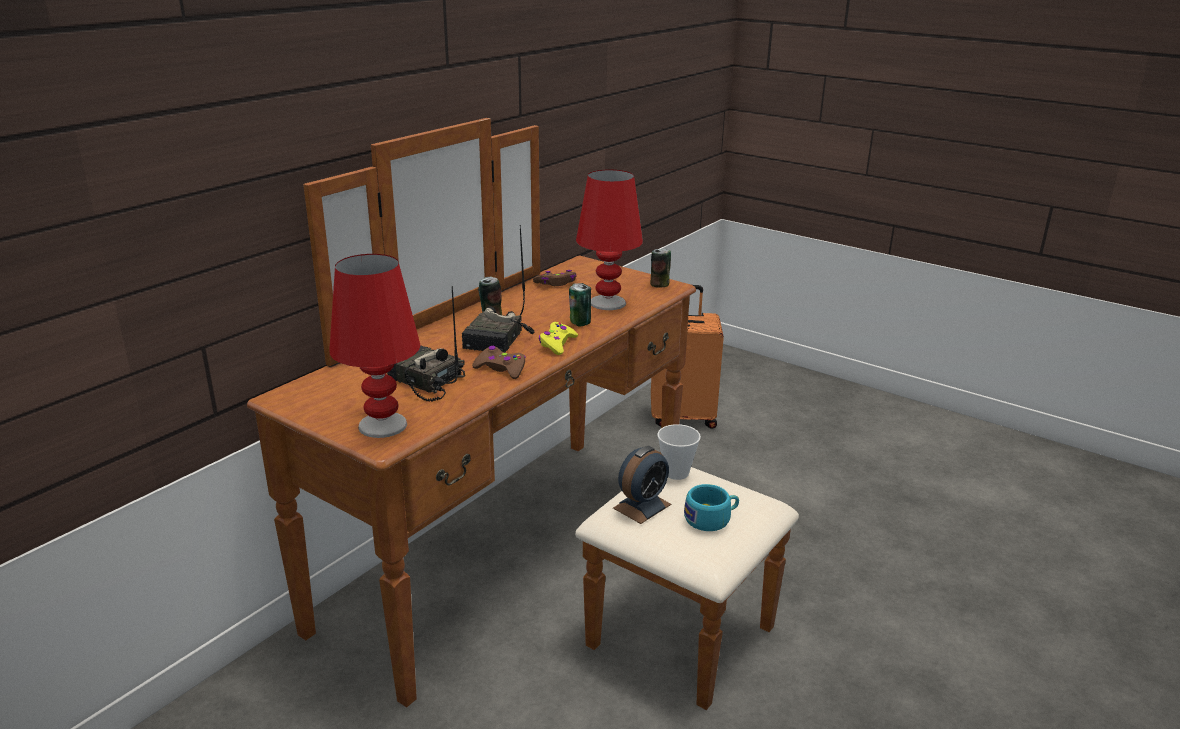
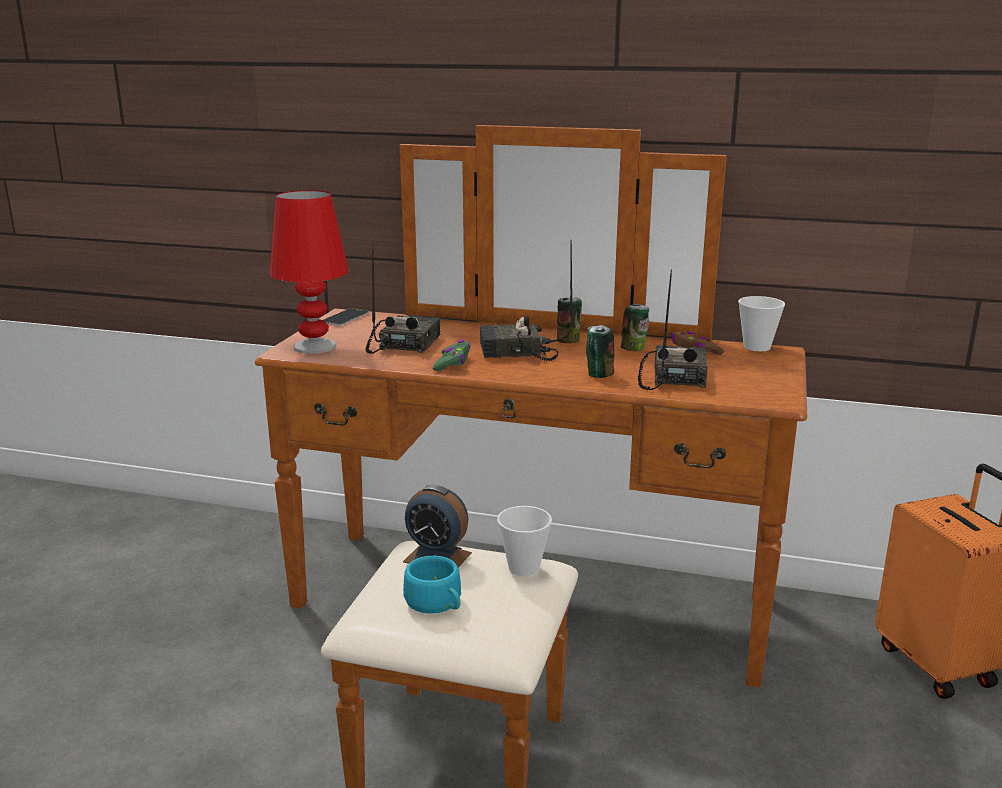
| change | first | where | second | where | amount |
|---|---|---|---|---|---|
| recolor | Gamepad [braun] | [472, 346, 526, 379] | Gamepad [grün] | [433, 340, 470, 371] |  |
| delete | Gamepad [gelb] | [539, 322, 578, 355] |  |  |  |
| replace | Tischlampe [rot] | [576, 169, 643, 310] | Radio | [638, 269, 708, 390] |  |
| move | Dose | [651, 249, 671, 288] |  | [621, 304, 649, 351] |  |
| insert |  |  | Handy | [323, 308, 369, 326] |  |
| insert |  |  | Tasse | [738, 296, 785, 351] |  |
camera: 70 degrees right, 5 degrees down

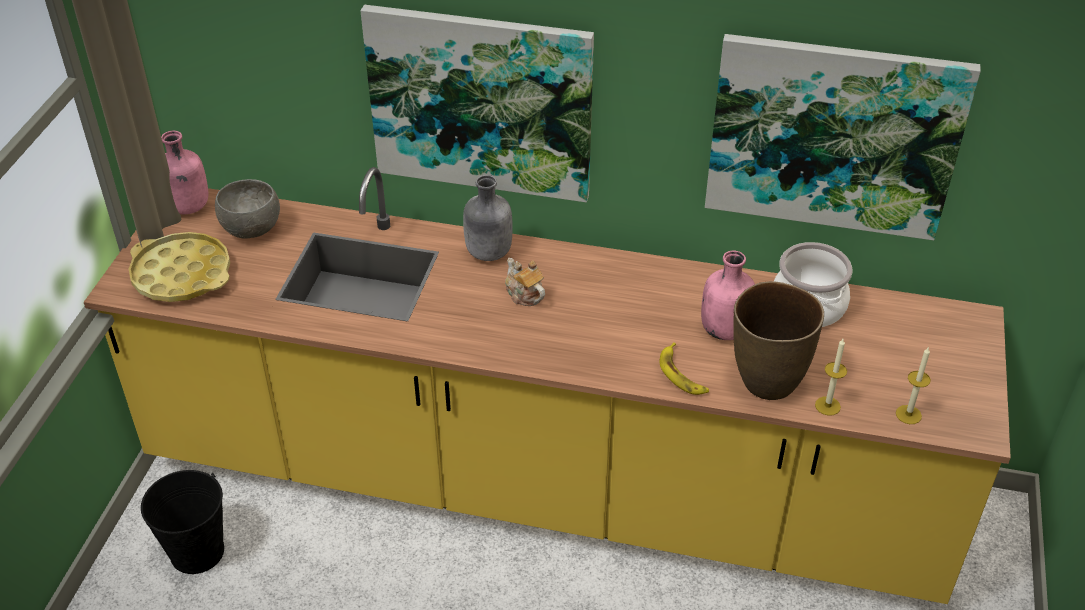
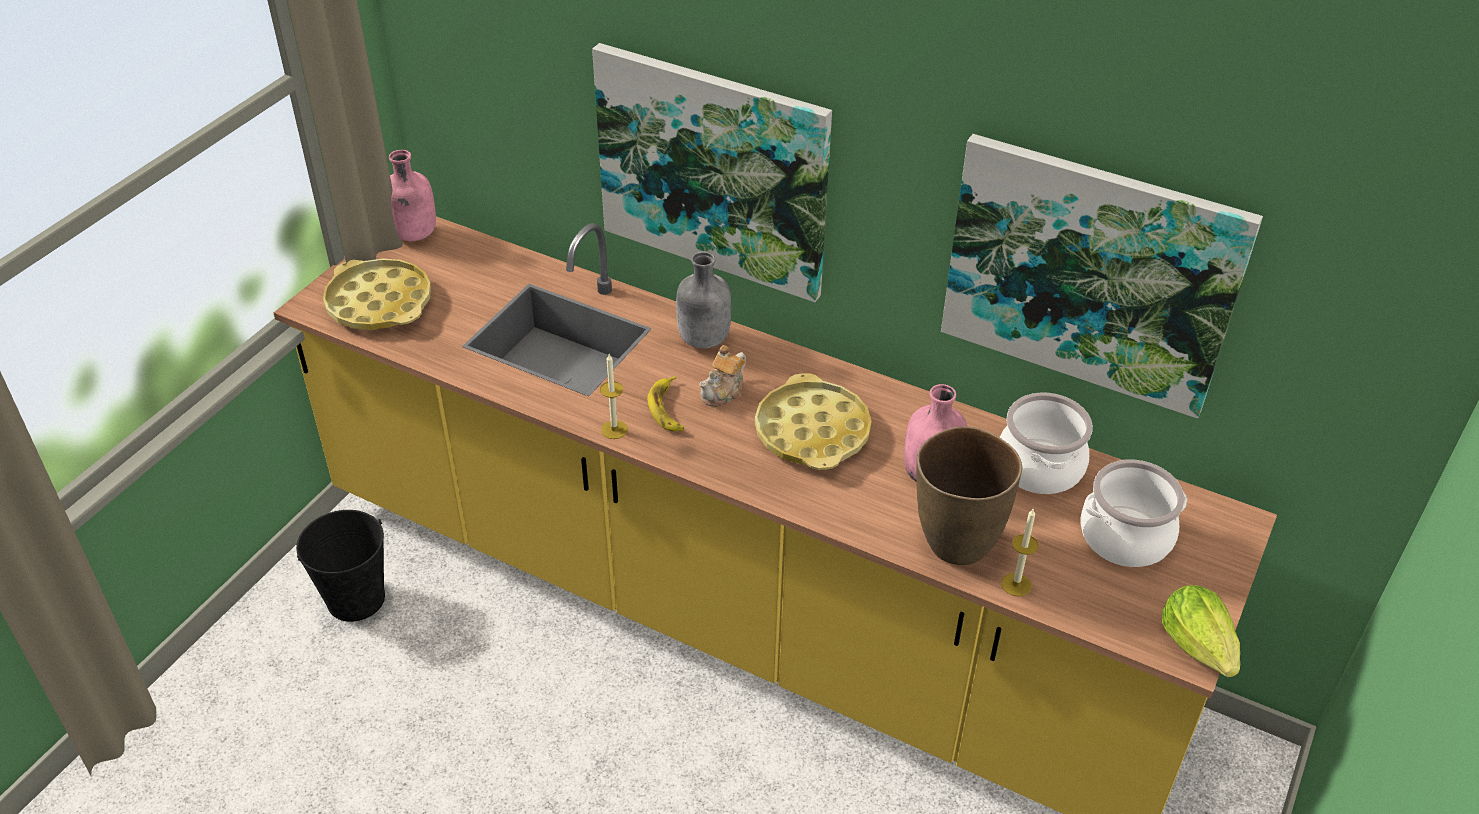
| change | first | where | second | where | amount |
|---|---|---|---|---|---|
| delete | Schüssel [grau] | [215, 179, 280, 239] |  |  |  |
| rotate | Teekanne | [505, 258, 545, 306] |  | [699, 345, 746, 407] | 120 degrees counterclockwise |
| move | Banane | [660, 342, 709, 395] |  | [647, 376, 684, 431] |  |
| move | Kerze | [896, 348, 931, 424] |  | [600, 354, 628, 439] |  |
| insert |  |  | Tablett [gelb] | [755, 373, 872, 470] |  |
| insert |  |  | Kochtopf | [1081, 460, 1187, 567] |  |
| insert |  |  | Salatkopf | [1162, 585, 1240, 677] |  |
camera: 15 degrees right, 0 degrees up

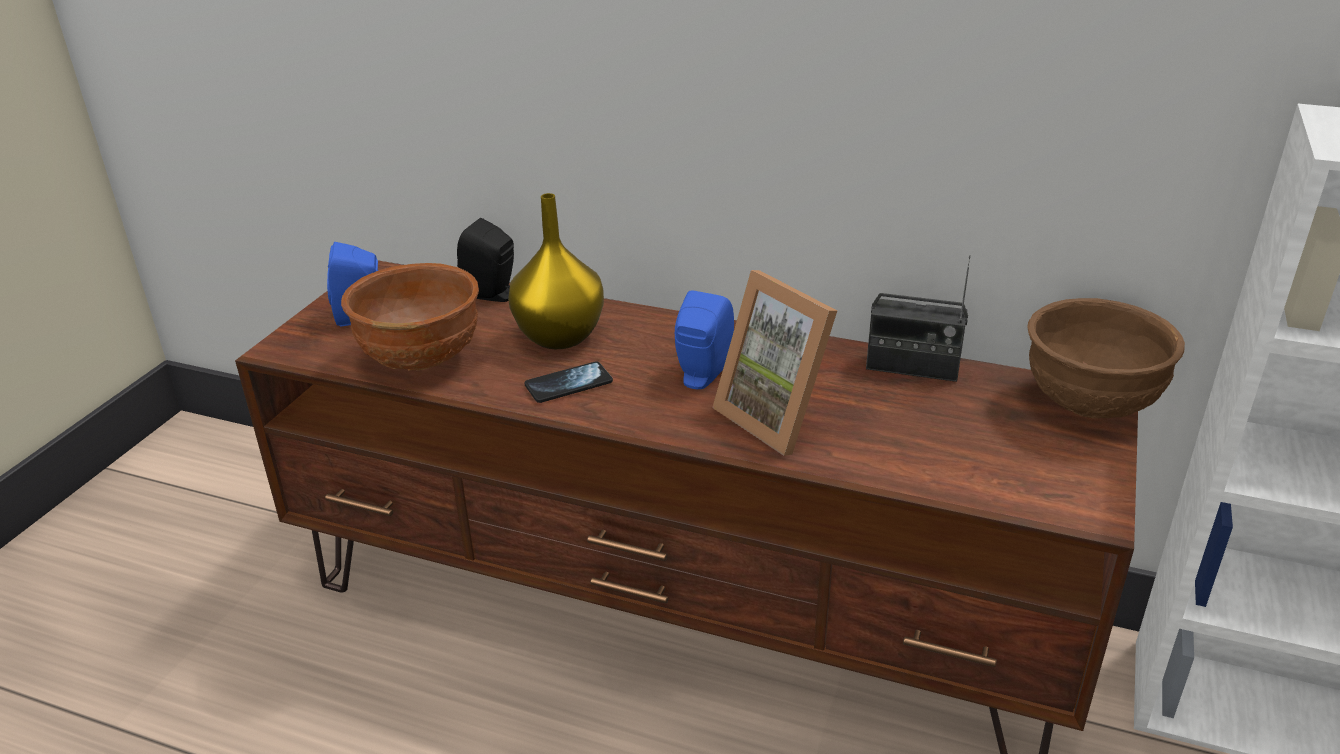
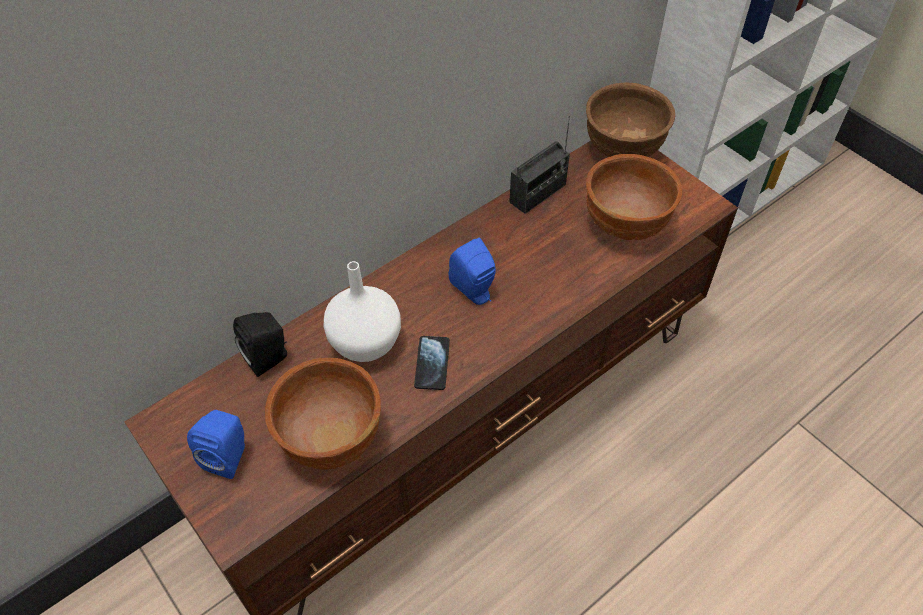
| change | first | where | second | where | amount |
|---|---|---|---|---|---|
| recolor | Vase [gelb] | [508, 193, 604, 349] | Vase [weiß] | [323, 261, 401, 362] |  |
| delete | Bilderrahmen | [712, 270, 837, 456] |  |  |  |
| insert |  |  | Schüssel [braun] | [586, 154, 682, 240] |  |
camera: 60 degrees left, 20 degrees up

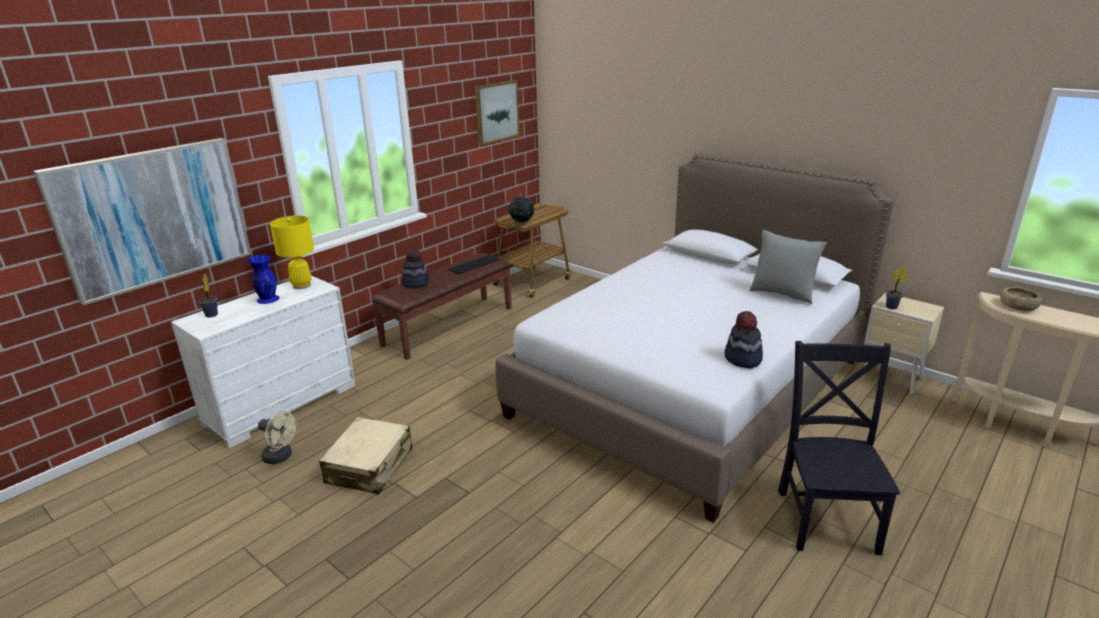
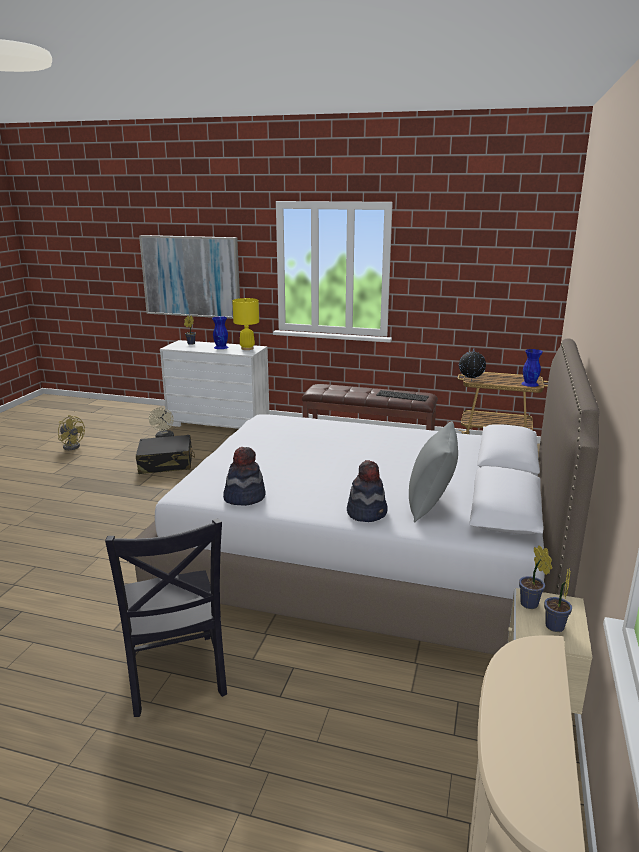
| change | first | where | second | where | amount |
|---|---|---|---|---|---|
| recolor | Koffer [beige] | [319, 417, 413, 494] | Koffer [schwarz] | [136, 435, 195, 474] |  |
| move | Hut | [402, 249, 429, 288] |  | [347, 460, 388, 522] |  |
| delete | Bild | [475, 80, 520, 145] |  |  |  |
| rotate | Stuhl [schwarz] | [778, 341, 900, 555] |  | [105, 519, 227, 717] | 90 degrees clockwise |
| delete | Schüssel [beige] | [1000, 287, 1042, 311] |  |  |  |
| insert |  |  | Ventilator [gelb] | [58, 415, 85, 450] |  |
| insert |  |  | Vase [blau] | [521, 349, 543, 387] |  |
| insert |  |  | Topfpflanze | [544, 569, 572, 632] |  |
camera: 65 degrees right, 5 degrees down

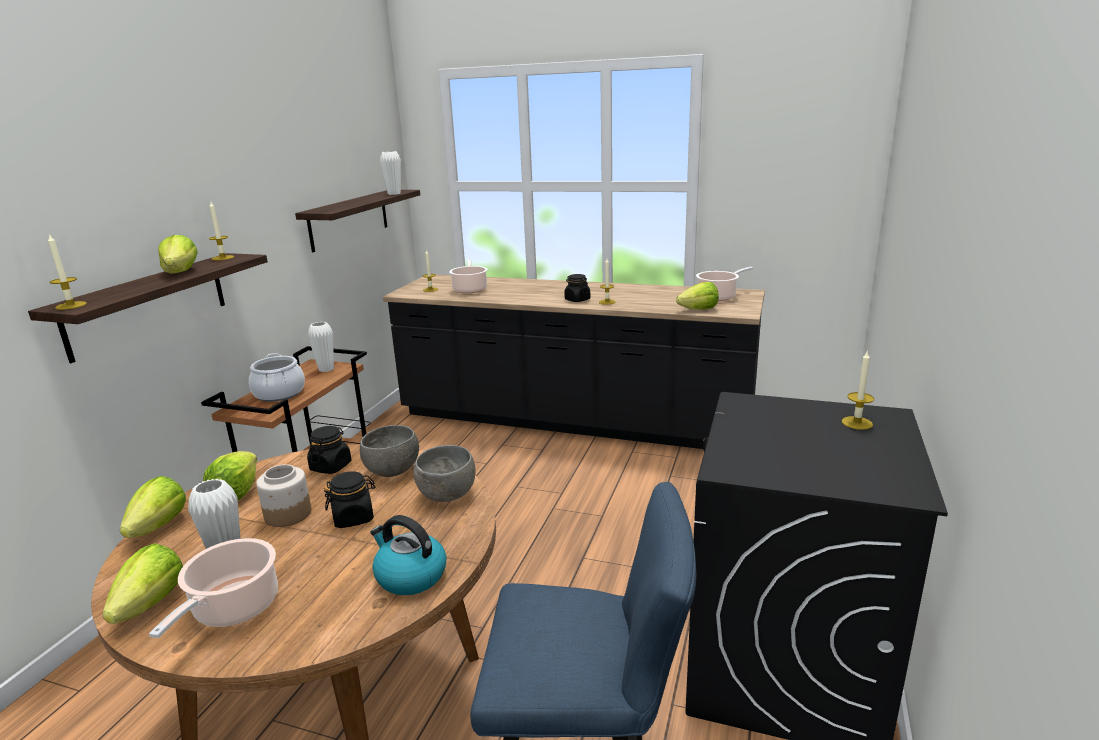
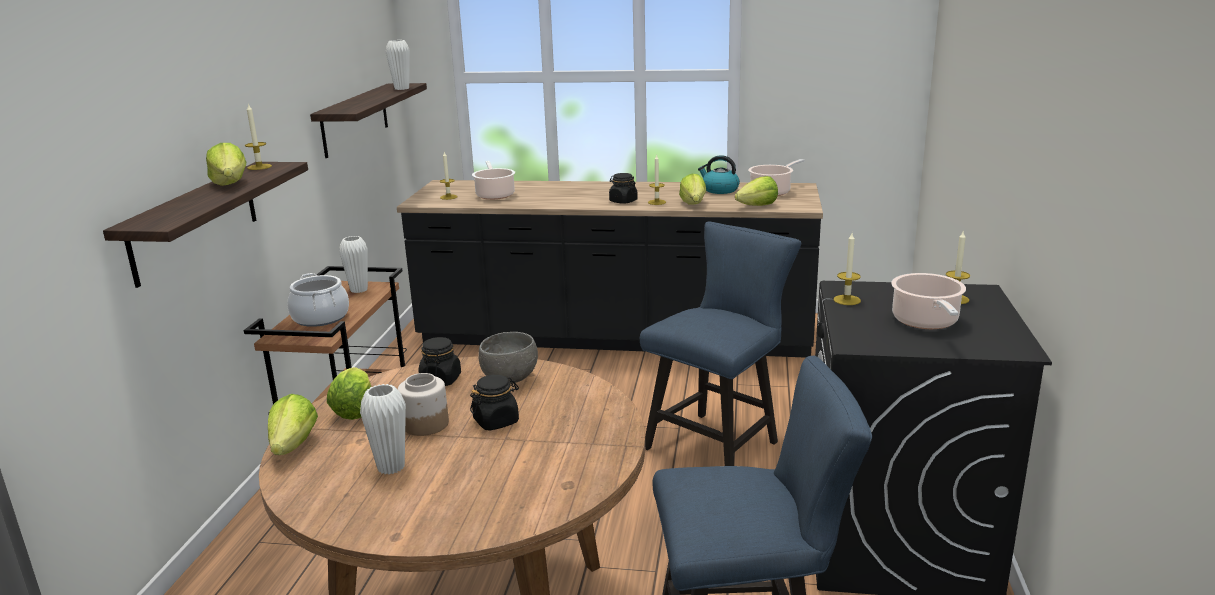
| change | first | where | second | where | amount |
|---|---|---|---|---|---|
| move | Kerze | [48, 234, 87, 310] |  | [834, 233, 861, 305] |  |
| move | Salatkopf | [103, 543, 183, 624] |  | [679, 174, 706, 204] |  |
| move | Kochtopf | [149, 538, 278, 638] |  | [891, 273, 966, 329] |  |
| move | Wasserkessel | [371, 515, 446, 595] |  | [698, 155, 740, 194] |  |
| delete | Schüssel [grau] | [413, 445, 476, 502] |  |  |  |
| insert |  |  | Stuhl [blau] | [640, 221, 801, 466] |  |
camera: 10 degrees left, 0 degrees up

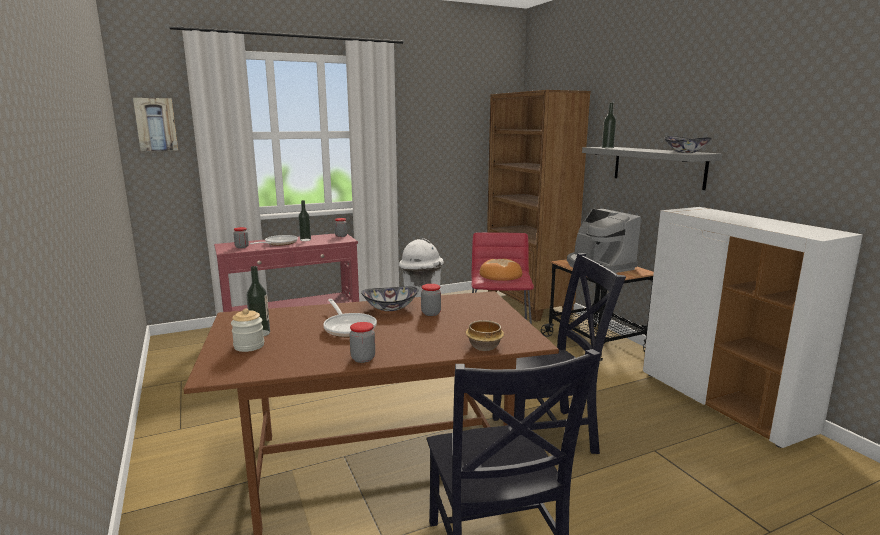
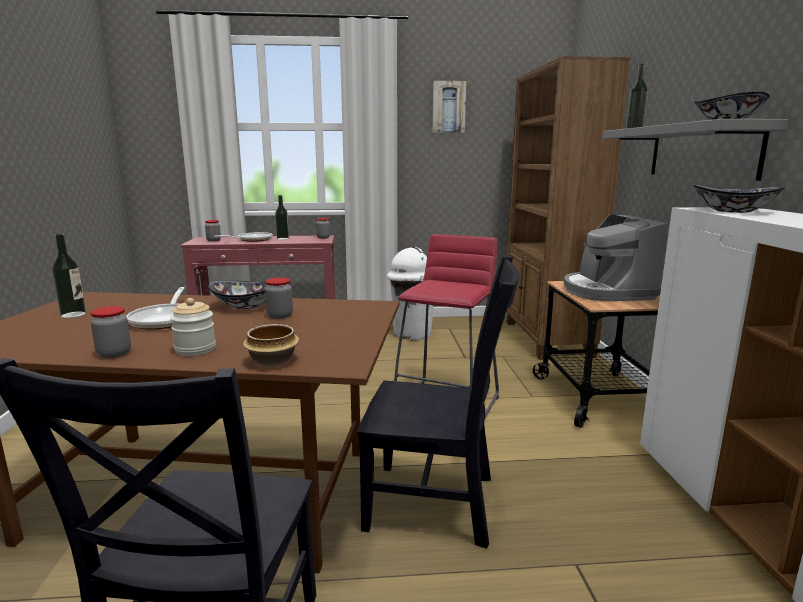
| change | first | where | second | where | amount |
|---|---|---|---|---|---|
| move | Bild | [133, 98, 178, 151] |  | [433, 81, 466, 133] |  |
| move | Vorratsglas | [231, 308, 264, 352] |  | [170, 298, 216, 356] |  |
| delete | Brot | [479, 259, 522, 281] |  |  |  |
| insert |  |  | Schüssel | [693, 184, 785, 213] |  |
camera: 20 degrees right, 0 degrees up

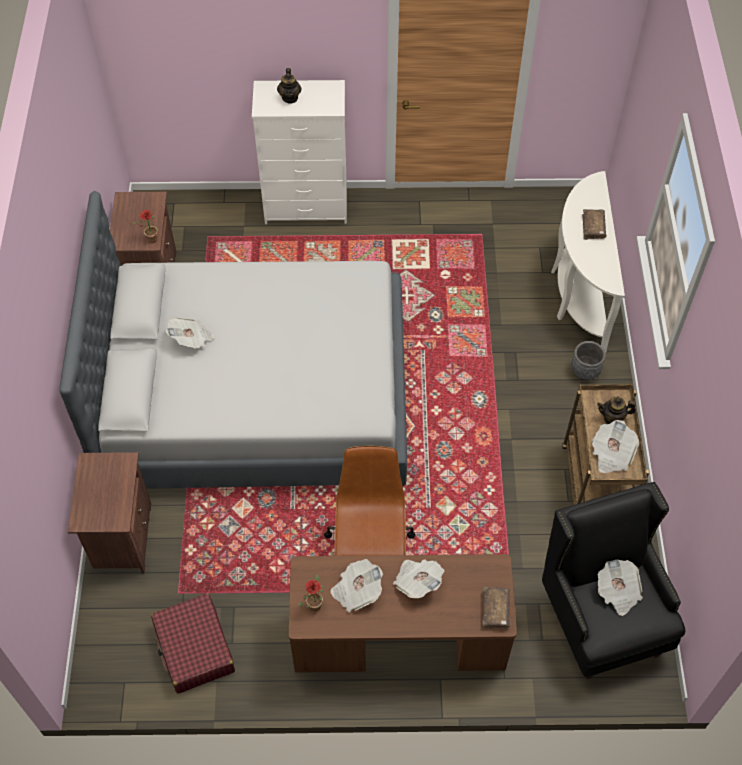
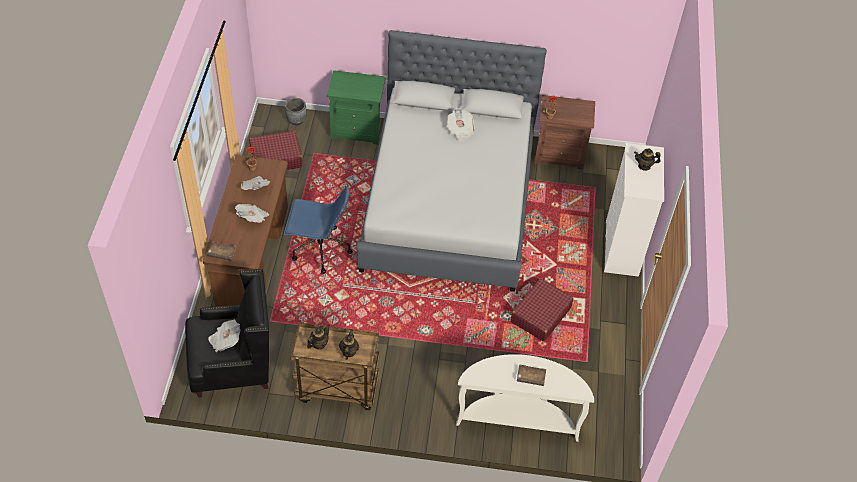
| change | first | where | second | where | amount |
|---|---|---|---|---|---|
| recolor | Nachttisch [braun] | [68, 452, 151, 573] | Nachttisch [grün] | [327, 70, 386, 145] |  |
| recolor | Bürostuhl [braun] | [324, 446, 416, 556] | Bürostuhl [blau] | [284, 186, 353, 274] |  |
| move | Pflanzkübel [grau] | [571, 341, 606, 380] |  | [285, 98, 307, 125] |  |
| replace | Zeitung | [592, 420, 639, 473] | Teekanne | [307, 325, 330, 349] |  |
| insert |  |  | Koffer [rot] | [511, 278, 574, 342] |  |
camera: 95 degrees right, 5 degrees down

